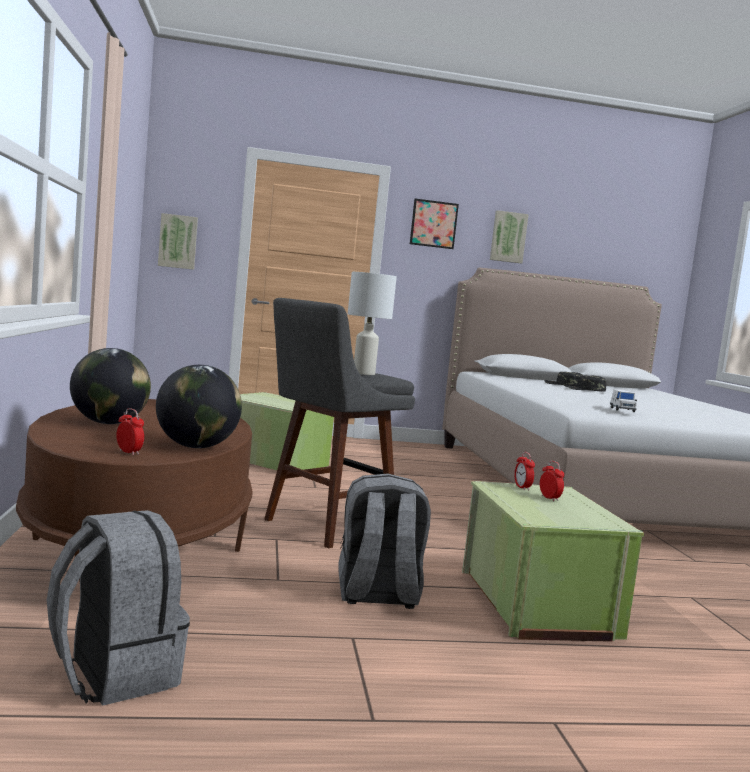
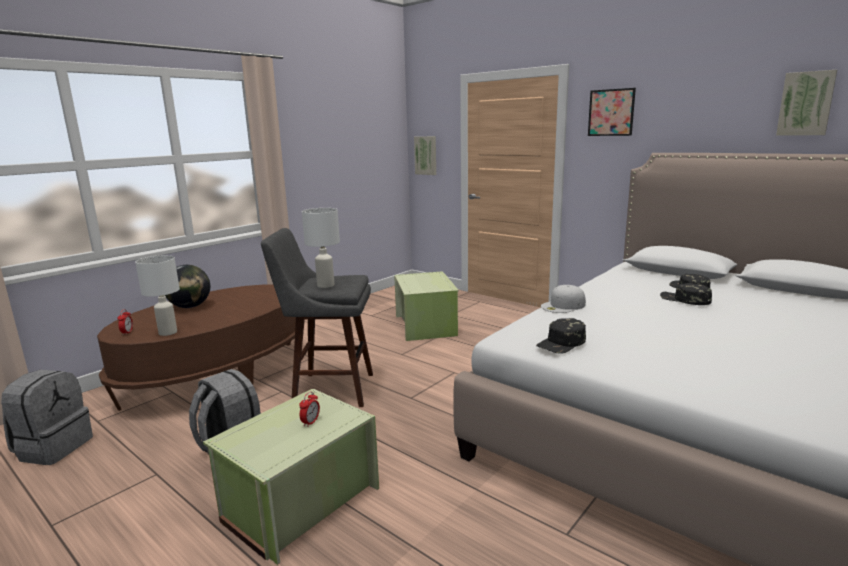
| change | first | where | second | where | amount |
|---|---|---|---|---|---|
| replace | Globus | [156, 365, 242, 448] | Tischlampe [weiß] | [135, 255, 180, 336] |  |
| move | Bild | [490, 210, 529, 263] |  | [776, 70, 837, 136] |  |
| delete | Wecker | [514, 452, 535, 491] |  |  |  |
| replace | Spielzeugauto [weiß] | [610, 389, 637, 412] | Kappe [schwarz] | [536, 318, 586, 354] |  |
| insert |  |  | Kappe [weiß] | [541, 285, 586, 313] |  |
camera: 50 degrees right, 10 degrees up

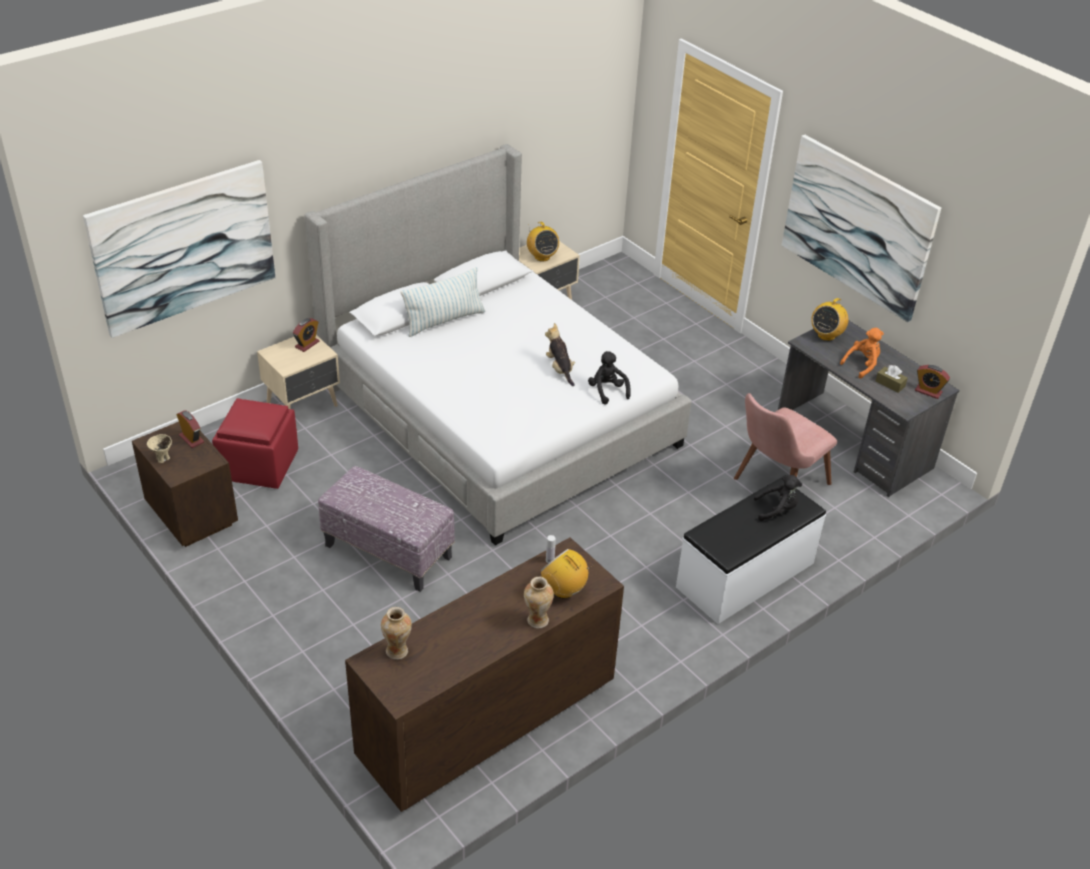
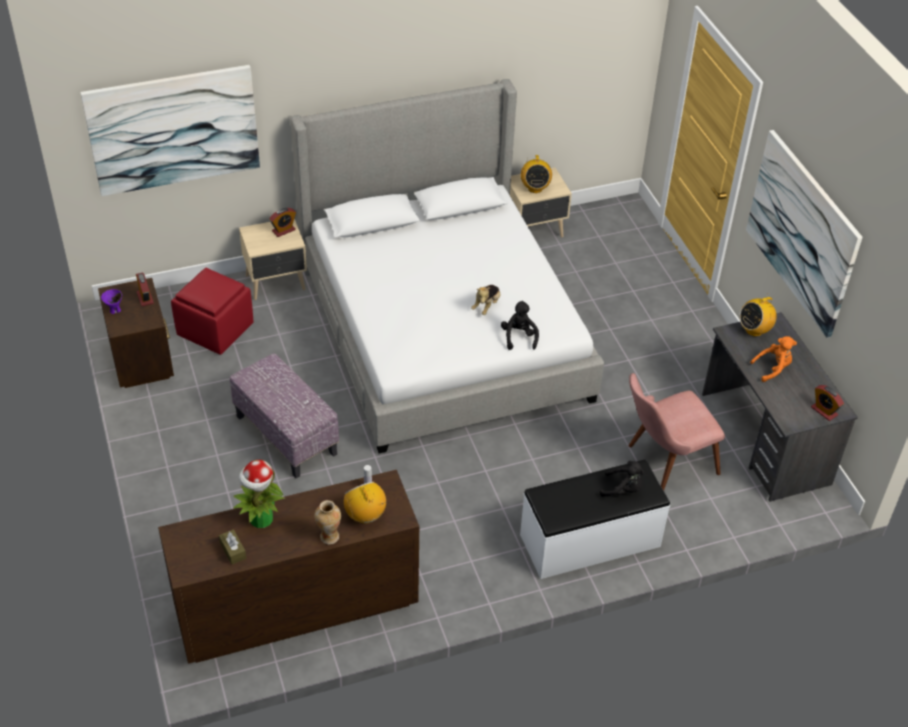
| change | first | where | second | where | amount |
|---|---|---|---|---|---|
| recolor | Schüssel [beige] | [147, 434, 172, 463] | Schüssel [lila] | [101, 289, 122, 314] |  |
| delete | Vase | [381, 607, 412, 660] |  |  |  |
| delete | Kissen | [400, 267, 485, 337] |  |  |  |
| rotate | Plüschtier | [545, 323, 575, 386] |  | [471, 285, 501, 315] | 150 degrees counterclockwise |
| move | Taschentuchbox [braun] | [876, 365, 908, 393] |  | [219, 529, 246, 565] |  |
| insert |  |  | Topfpflanze | [233, 460, 285, 528] |  |
camera: 20 degrees right, 5 degrees up

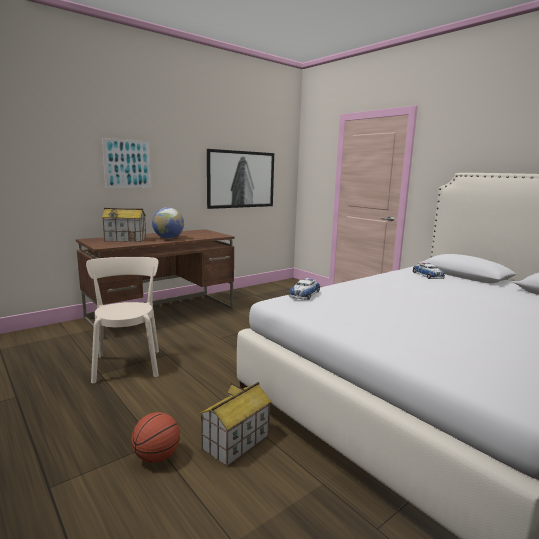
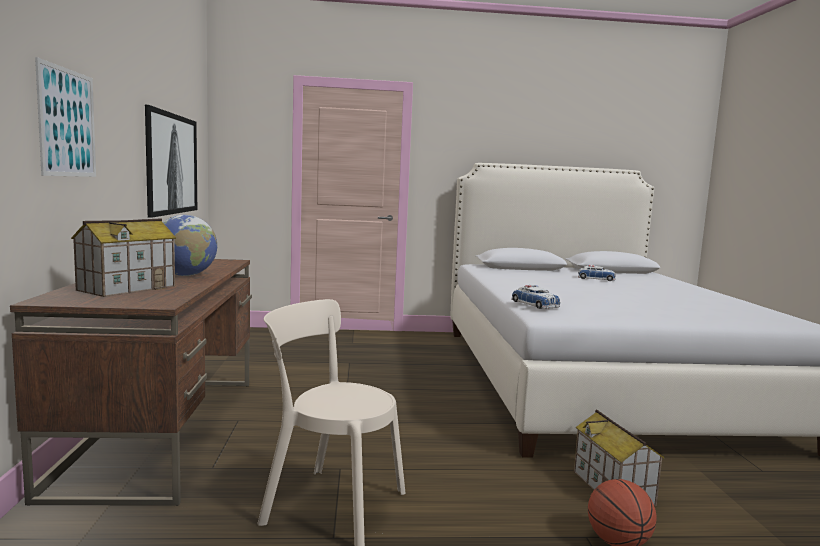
| change | first | where | second | where | amount |
|---|---|---|---|---|---|
| move | Spielzeugauto | [412, 262, 445, 279] |  | [578, 265, 616, 281] |  |
camera: 55 degrees left, 5 degrees down

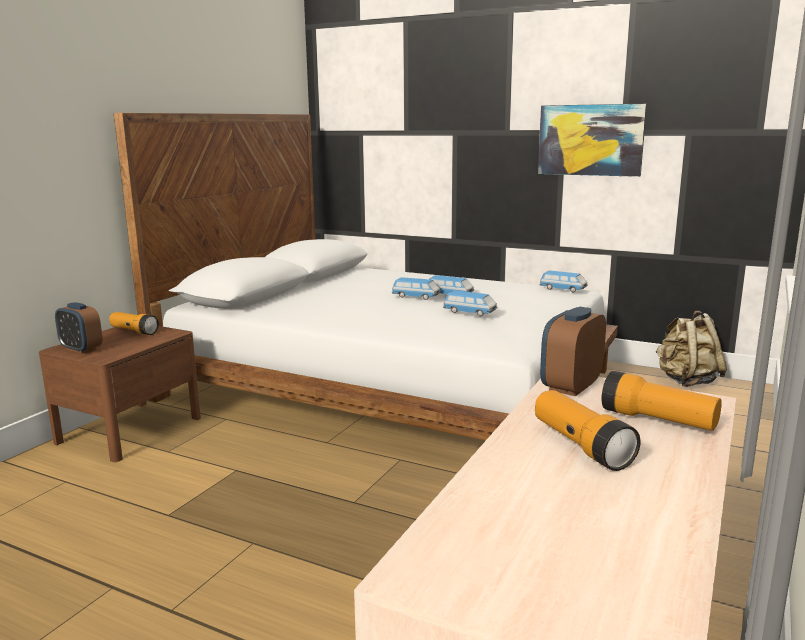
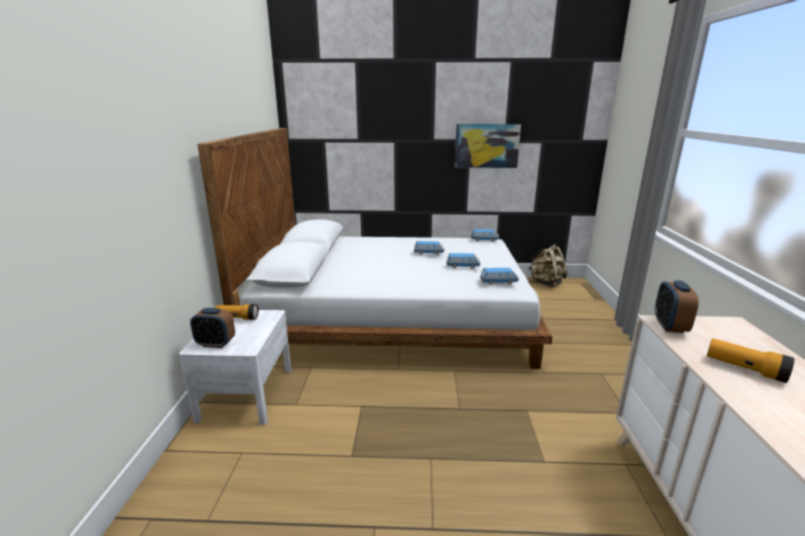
| change | first | where | second | where | amount |
|---|---|---|---|---|---|
| recolor | Nachttisch [braun] | [39, 326, 201, 462] | Nachttisch [weiß] | [179, 310, 292, 425] |  |
| move | Spielzeugauto | [392, 277, 441, 300] |  | [480, 268, 519, 285] |  |
| delete | Taschenlampe | [602, 371, 722, 431] |  |  |  |
camera: 25 degrees left, 5 degrees up

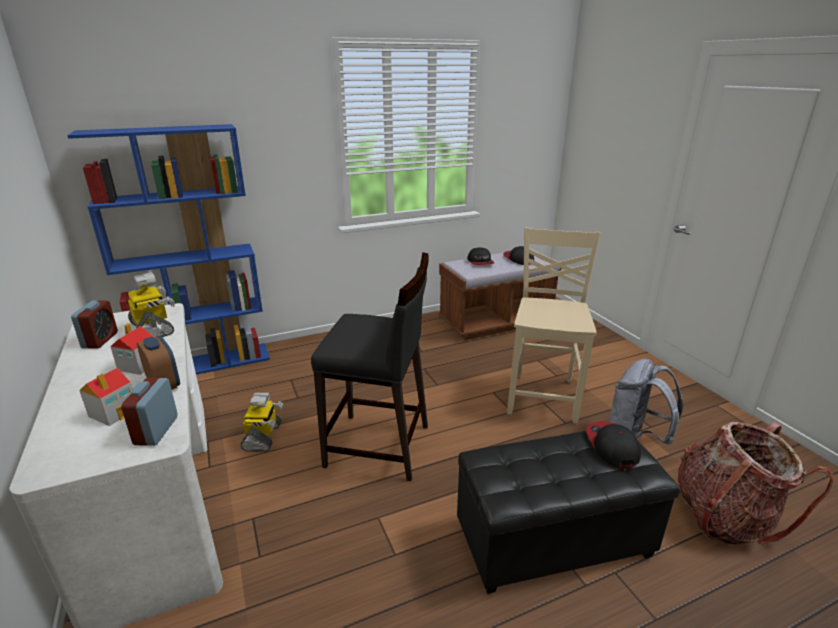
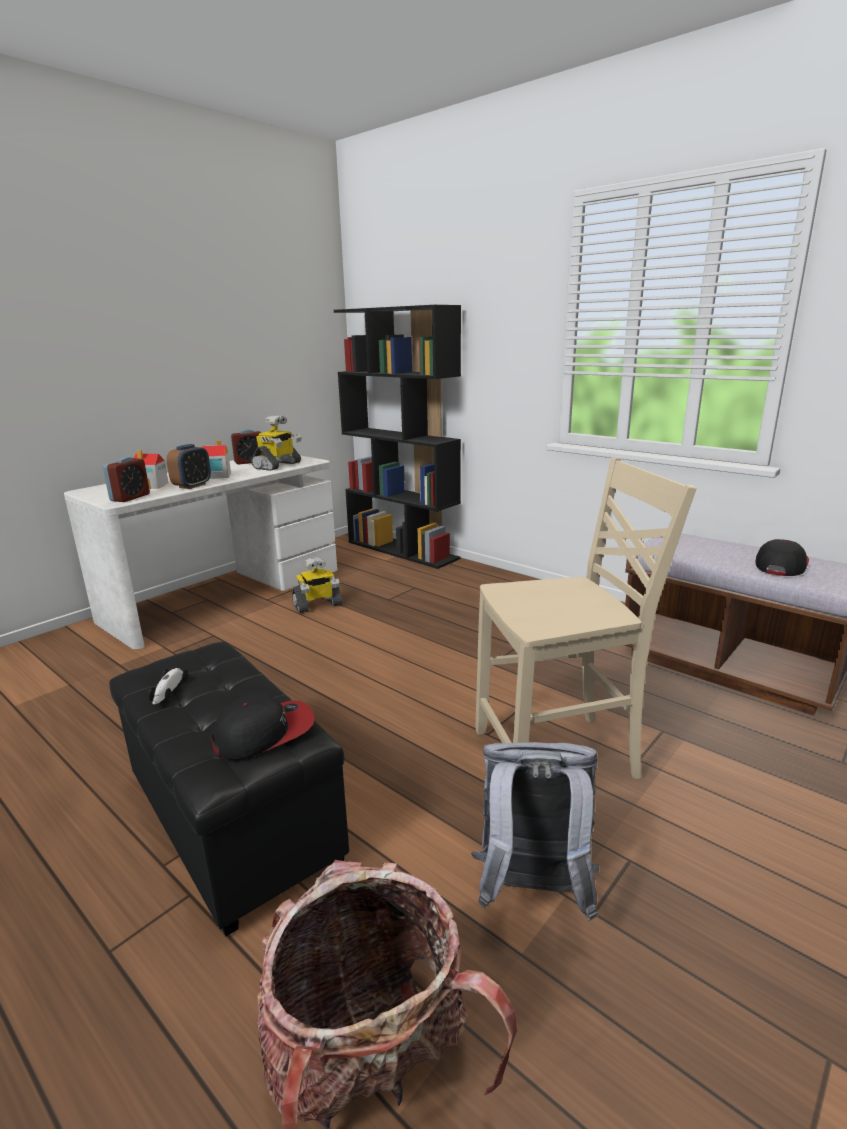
| change | first | where | second | where | amount |
|---|---|---|---|---|---|
| recolor | Bücherregal [blau] | [67, 124, 270, 375] | Bücherregal [schwarz] | [334, 305, 461, 569] |  |
| rotate | Wecker | [121, 378, 178, 446] |  | [103, 457, 150, 502] | 135 degrees clockwise |
| delete | Hocker [schwarz] | [311, 252, 429, 481] |  |  |  |
| delete | Kappe | [467, 247, 494, 265] |  |  |  |
| insert |  |  | Spielzeugauto | [149, 668, 188, 705] |  |
camera: 65 degrees right, 5 degrees down

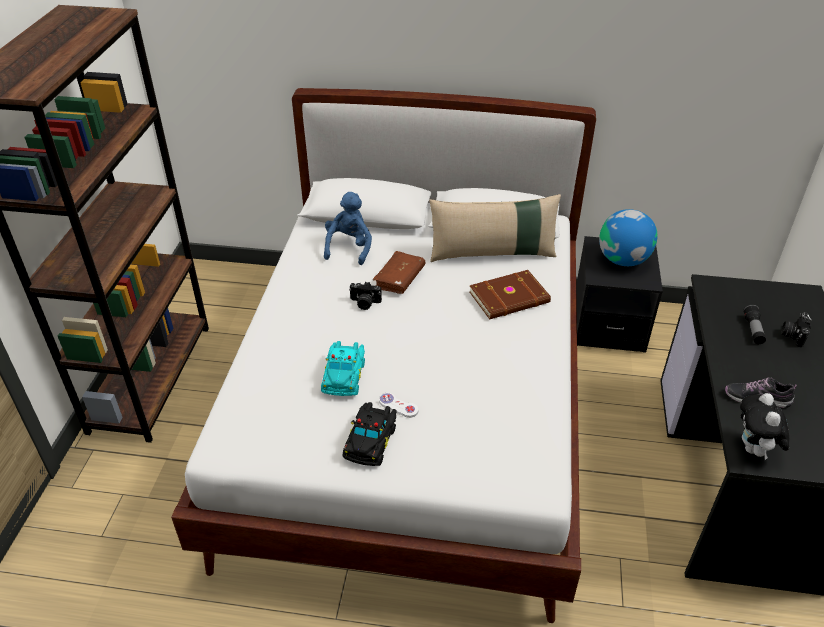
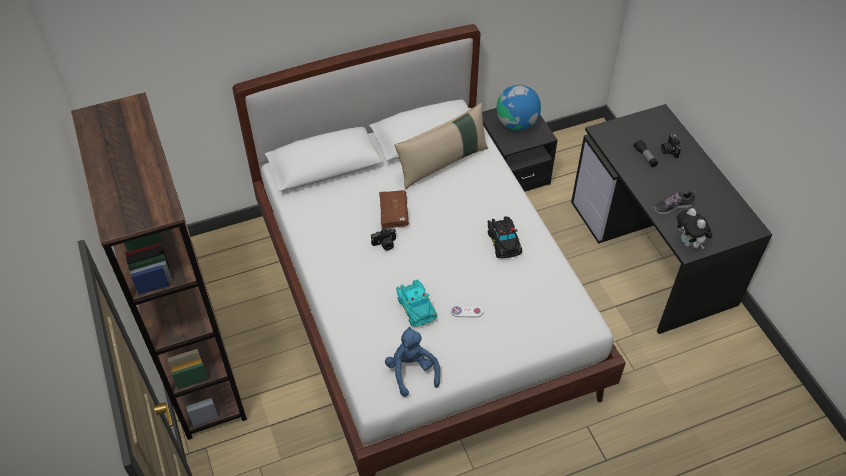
| change | first | where | second | where | amount |
|---|---|---|---|---|---|
| move | Plüschtier [blau] | [324, 192, 372, 265] |  | [385, 327, 440, 397] |  |
| move | Spielzeugauto [schwarz] | [342, 402, 397, 466] |  | [487, 216, 522, 258] |  |
| delete | Buch [braun] | [470, 270, 551, 319] |  |  |  |
camera: 30 degrees left, 10 degrees up

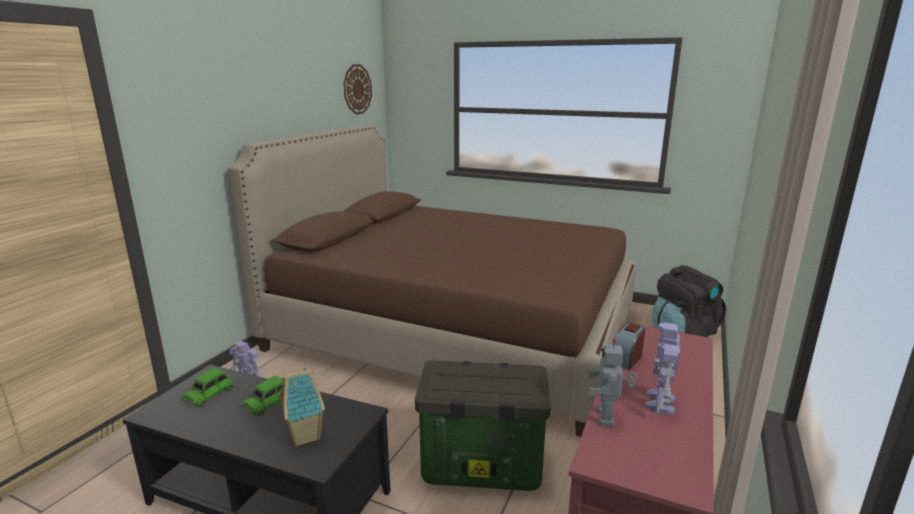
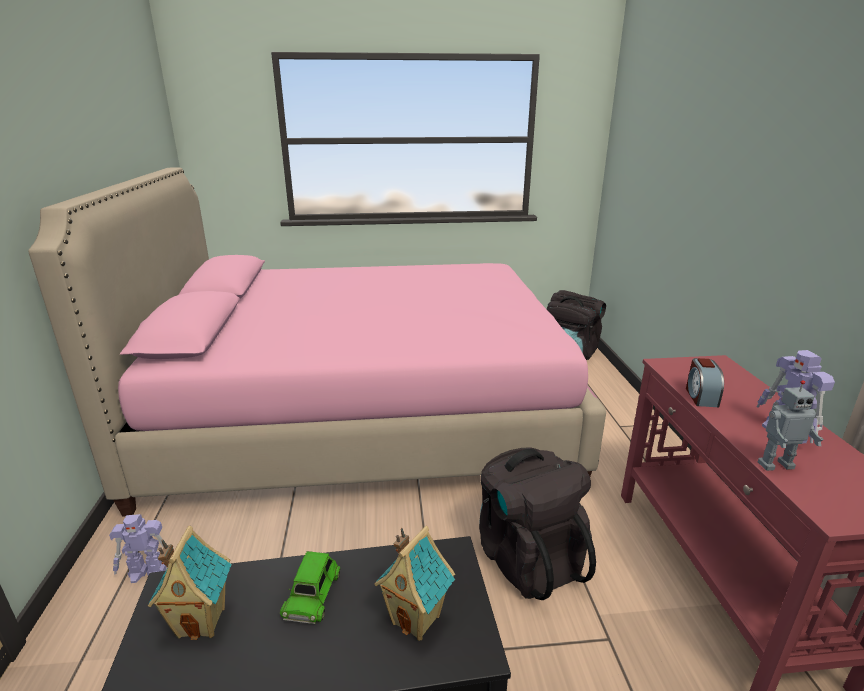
| change | first | where | second | where | amount |
|---|---|---|---|---|---|
| replace | Spielzeugauto [grün] | [180, 368, 233, 407] | Spielzeughaus | [148, 526, 232, 640] |  |
| recolor | Bett [braun] | [228, 125, 637, 437] | Bett [rosa] | [28, 167, 606, 517] |  |
| delete | Wanduhr | [343, 64, 372, 115] |  |  |  |
| replace | Aufbewahrungsbox | [415, 360, 551, 491] | Rucksack [schwarz] | [479, 447, 596, 600] |  |
| rotate | Spielzeugroboter | [587, 338, 637, 427] |  | [758, 380, 824, 471] | 75 degrees counterclockwise |
camera: 30 degrees left, 5 degrees up

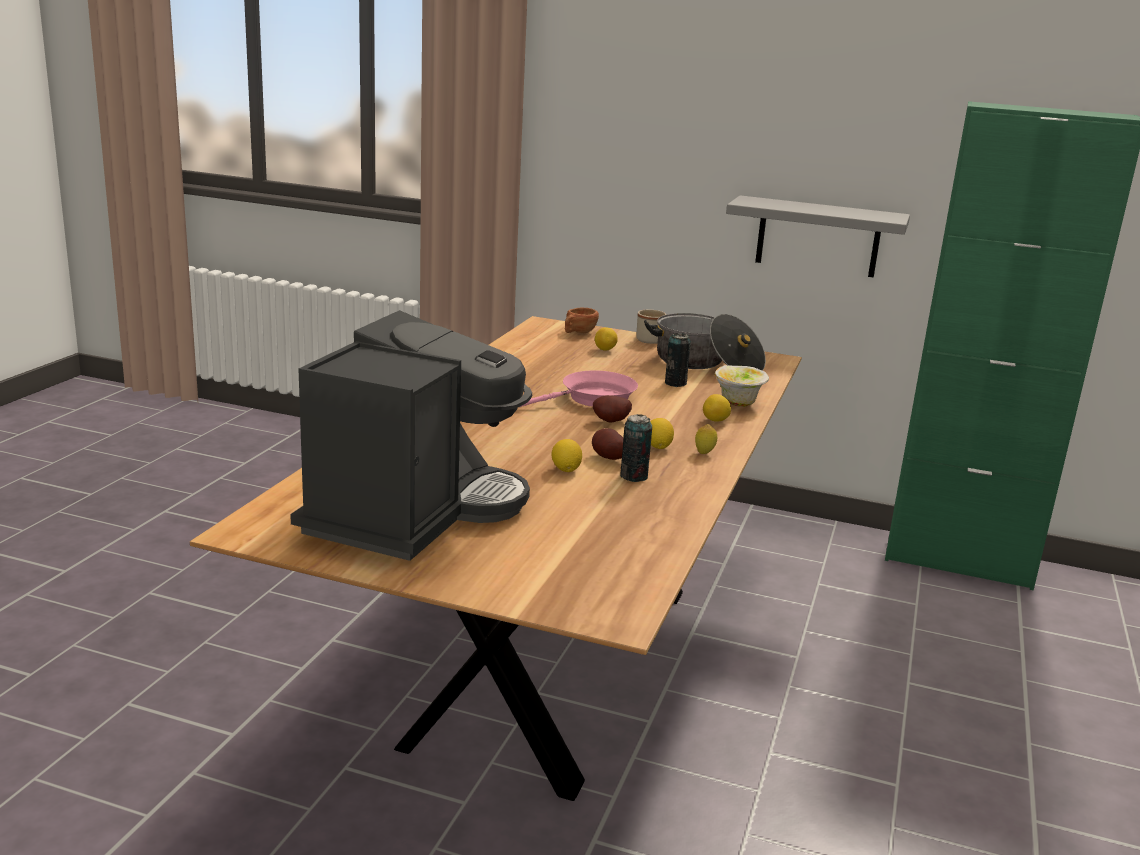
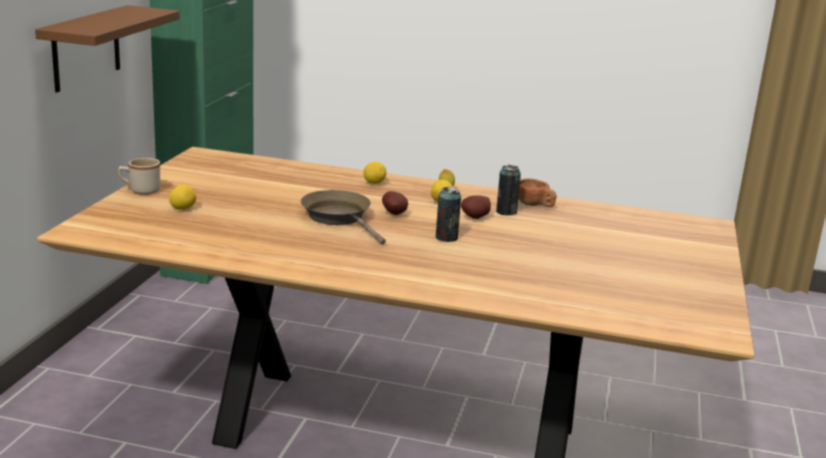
| change | first | where | second | where | amount |
|---|---|---|---|---|---|
| delete | Kaffeemaschine | [290, 310, 533, 561] |  |  |  |
| recolor | Pfanne [rosa] | [520, 370, 638, 407] | Pfanne [braun] | [301, 190, 386, 244] |  |
| delete | Zitrone | [551, 439, 582, 472] |  |  |  |
| move | Tasse [braun] | [565, 308, 599, 333] |  | [518, 179, 557, 207] |  |
| delete | Kochtopf | [644, 313, 766, 371] |  |  |  |
| move | Dose | [665, 333, 691, 387] |  | [435, 187, 461, 242] |  |
| delete | Schüssel | [715, 365, 769, 407] |  |  |  |
| recolor | Wandregal [grau] | [726, 195, 910, 278] | Wandregal [braun] | [35, 5, 180, 92] |  |
camera: 95 degrees left, 0 degrees up

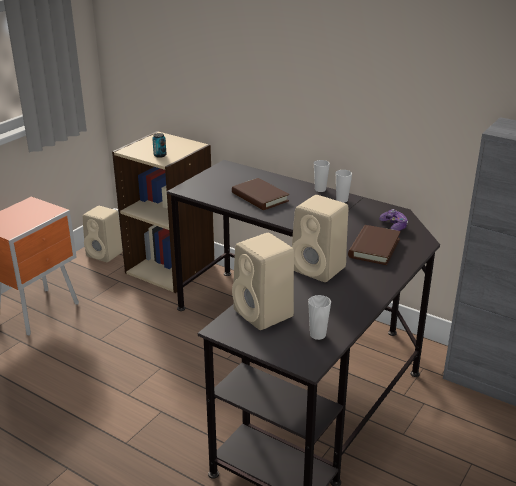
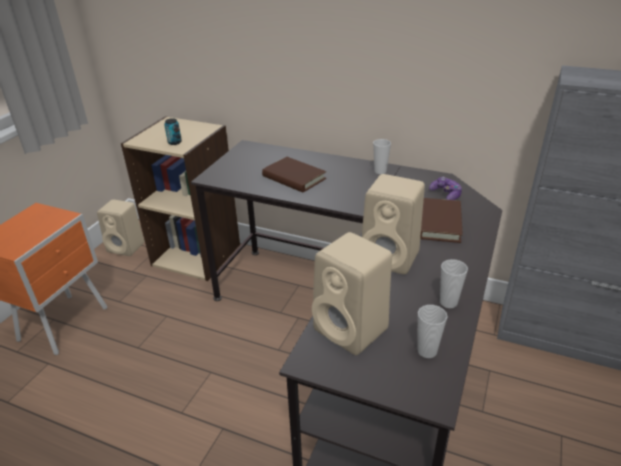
| change | first | where | second | where | amount |
|---|---|---|---|---|---|
| move | Tasse | [314, 160, 330, 192] |  | [440, 259, 468, 308] |  |
camera: 10 degrees left, 5 degrees up

